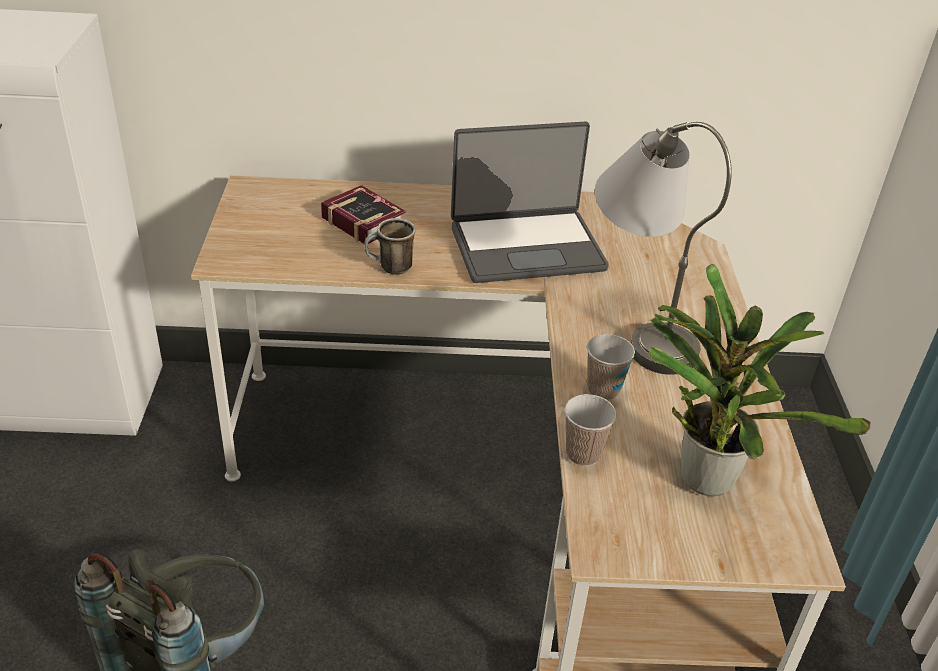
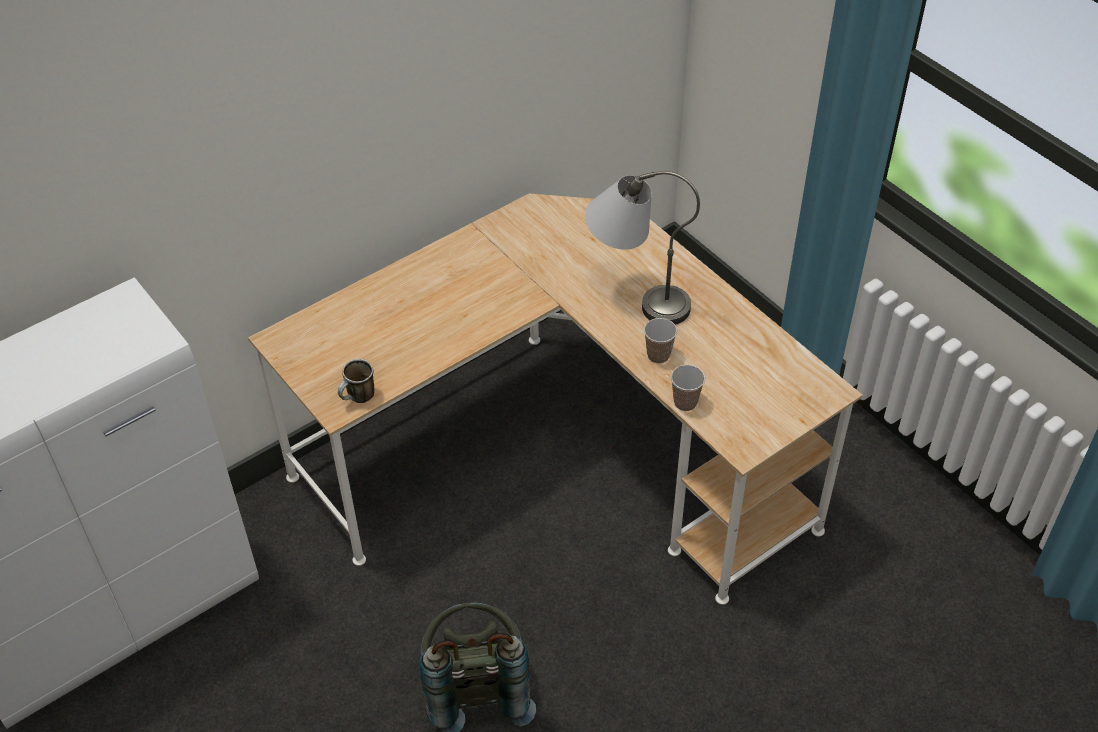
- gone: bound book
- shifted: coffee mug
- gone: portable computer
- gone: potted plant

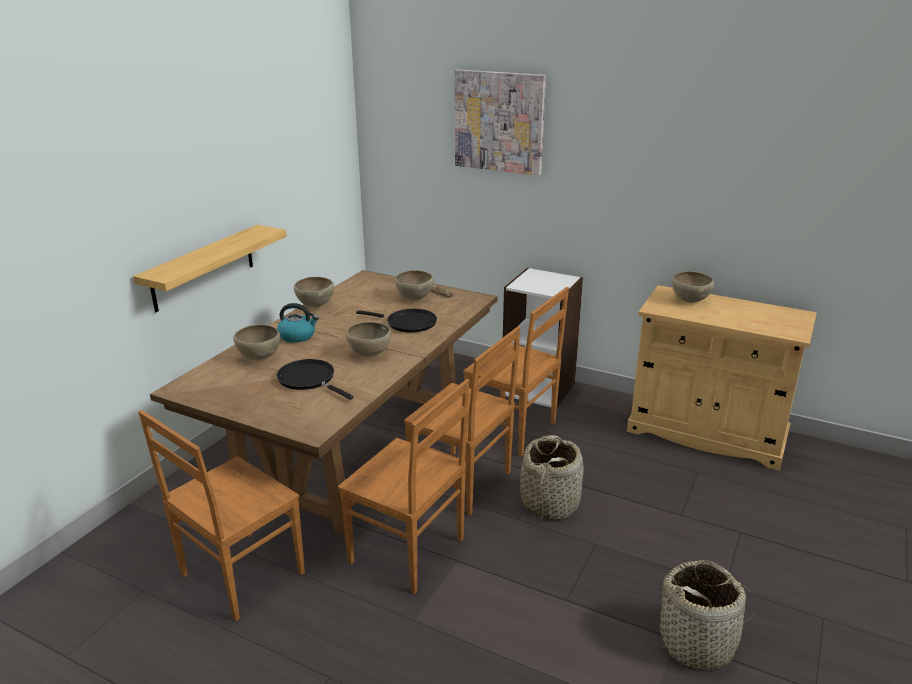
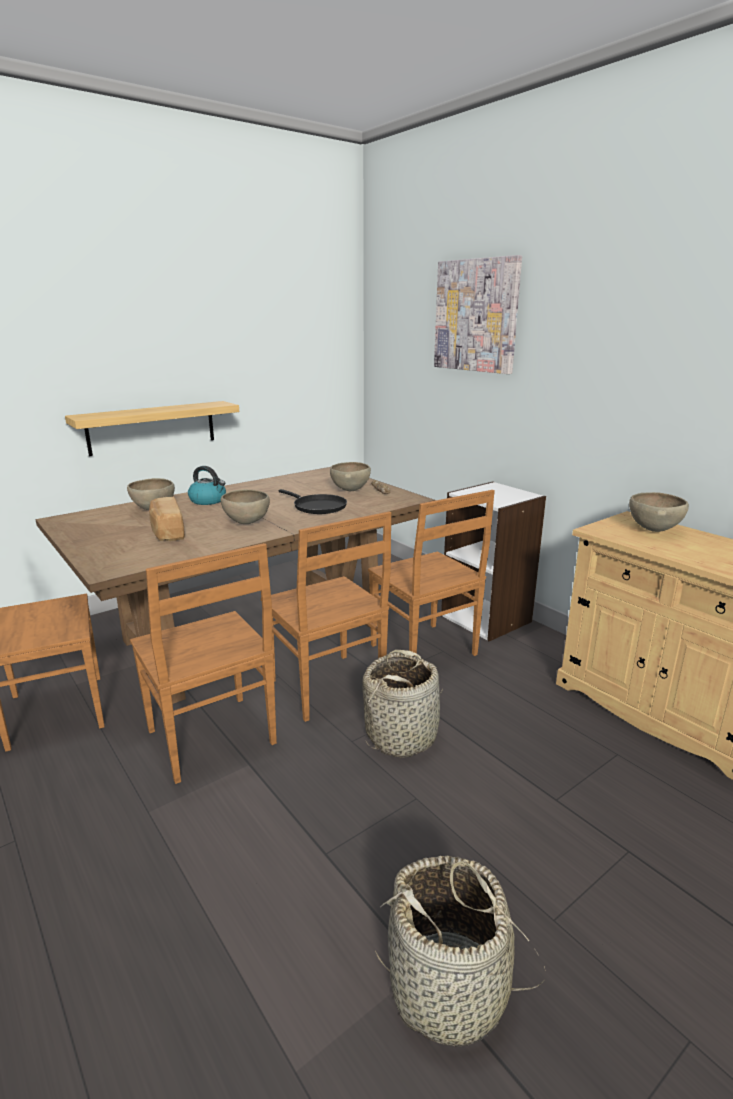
- swapped: skillet/blackish (no. 1 from left) to baked bread (no. 1 from left)
- gone: deep dish/brown-coloured (no. 2 from left)

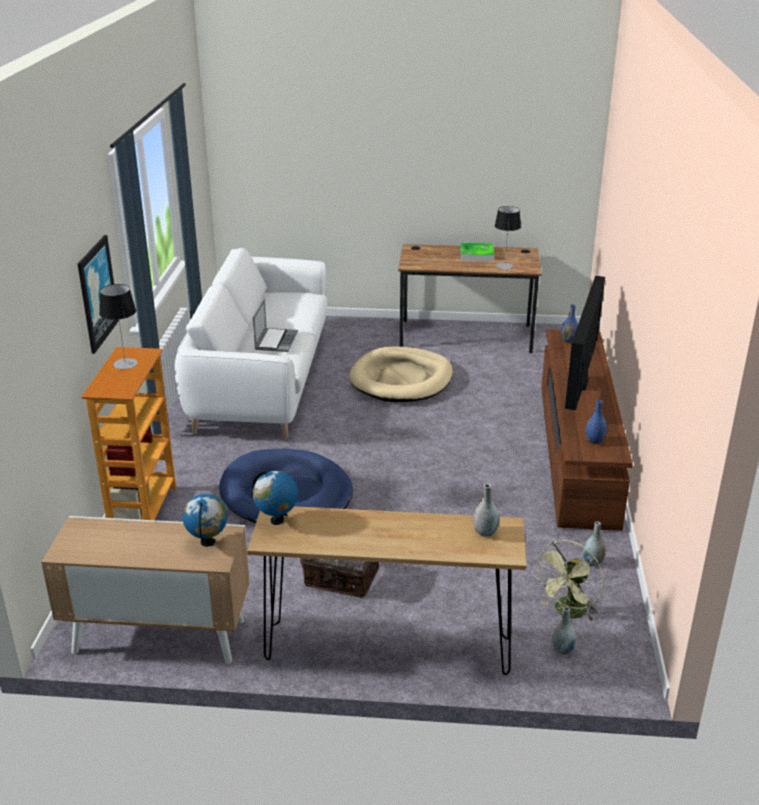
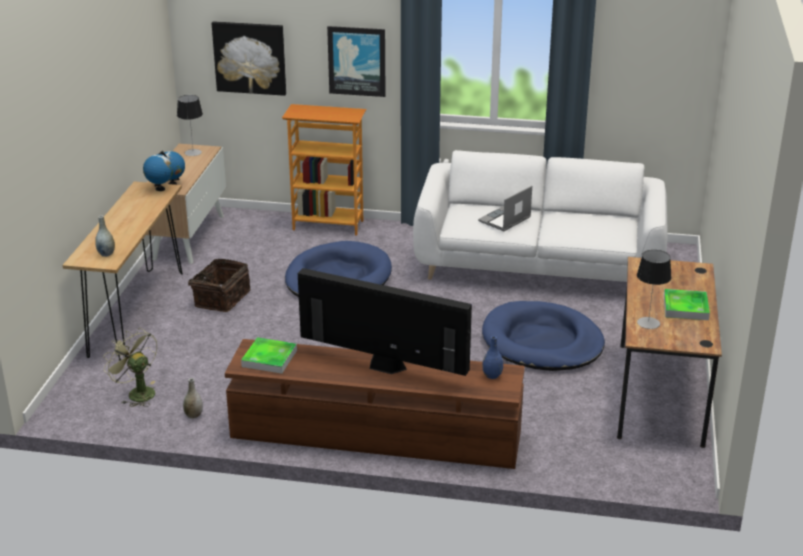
- shifted: lamp for a table (no. 1 from left)
- rotated: portable computer 120 degrees clockwise
- repainted: dog cushion/beige-coloured to dog cushion/blue-coloured (no. 2 from left)
- gone: flower vase/grey (no. 2 from left)
- swapped: flower vase/blue-coloured (no. 2 from left) to carrying tray (no. 1 from left)
- new: picture (no. 1 from left)

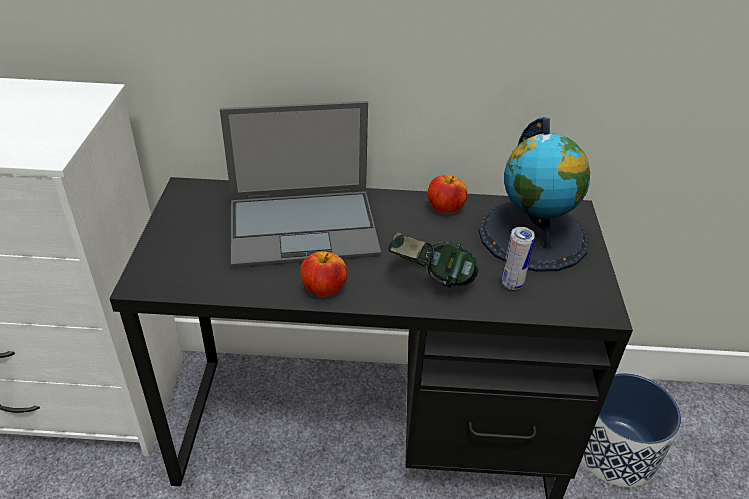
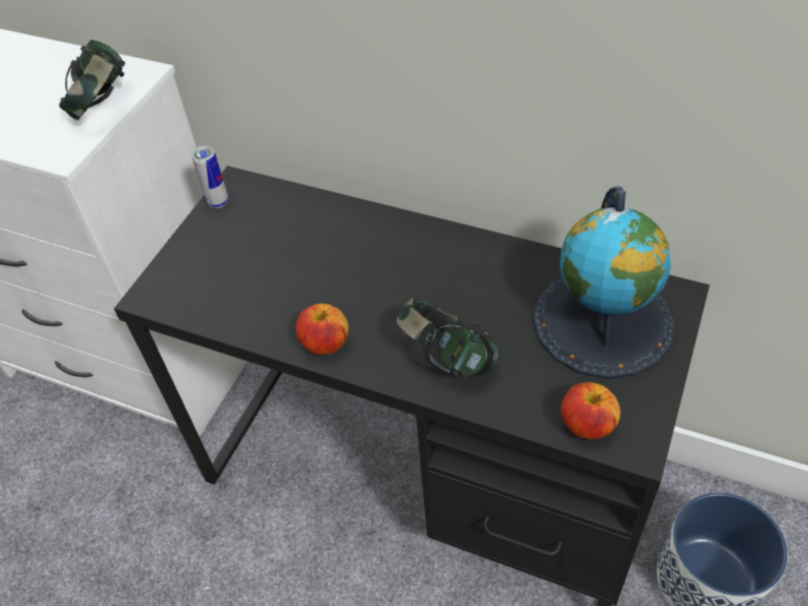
- gone: portable computer
- shifted: apple (no. 2 from left)
- shifted: sealed can
- new: headphones (no. 1 from left)

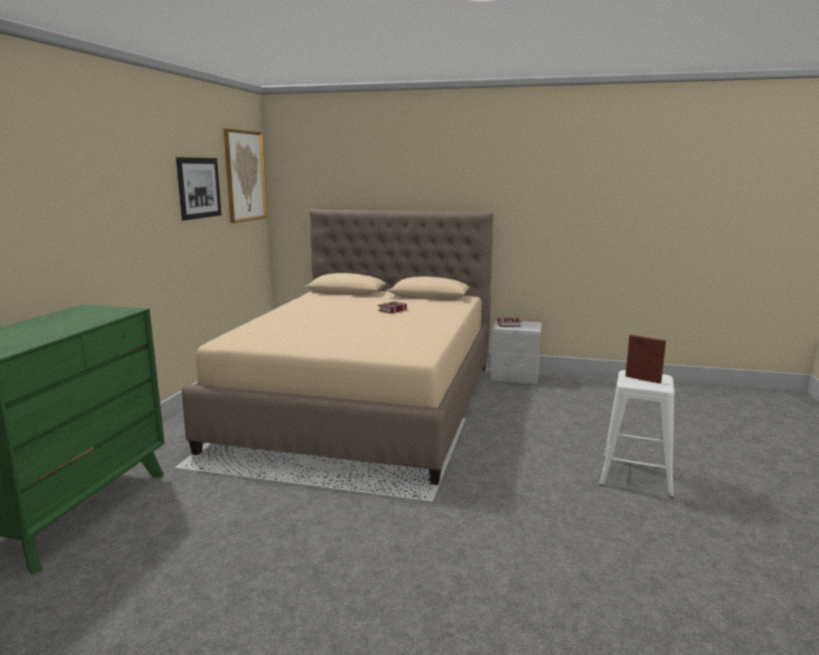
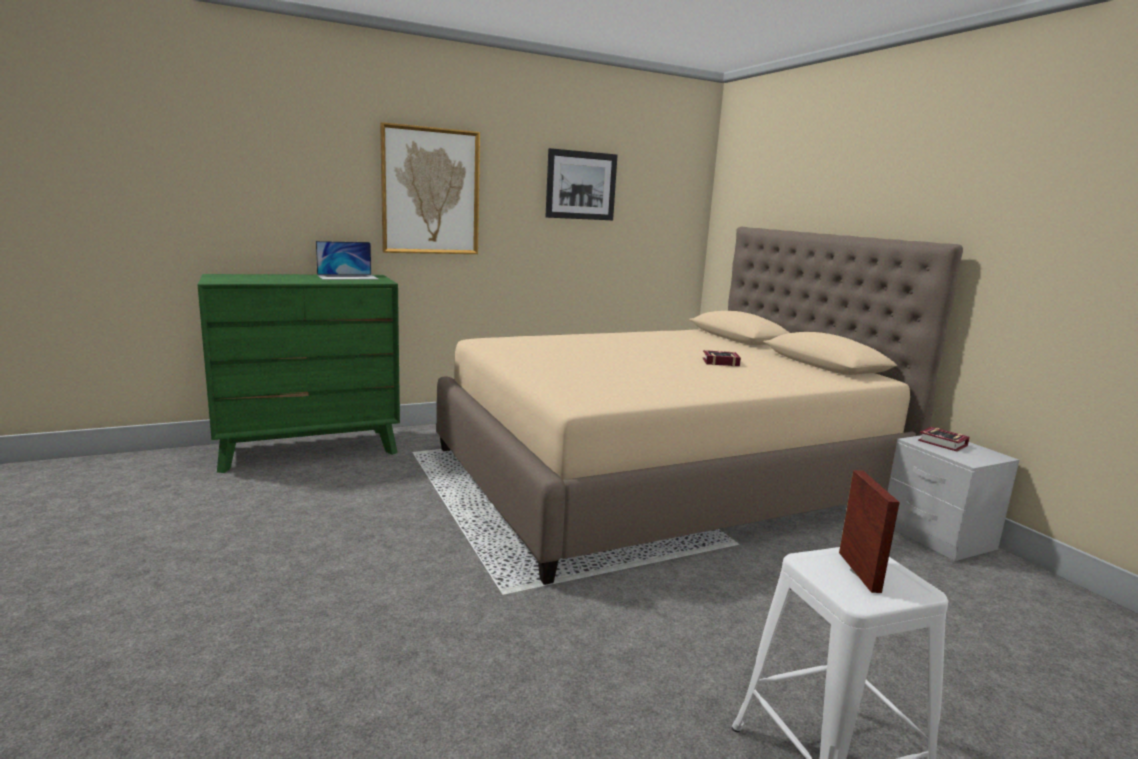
- shifted: picture (no. 2 from left in the first image) to picture (no. 1 from left)
- new: portable computer

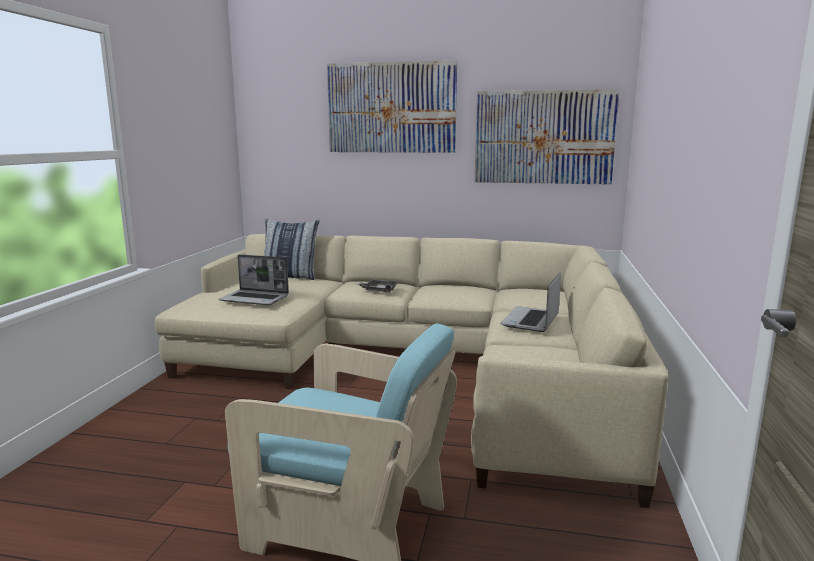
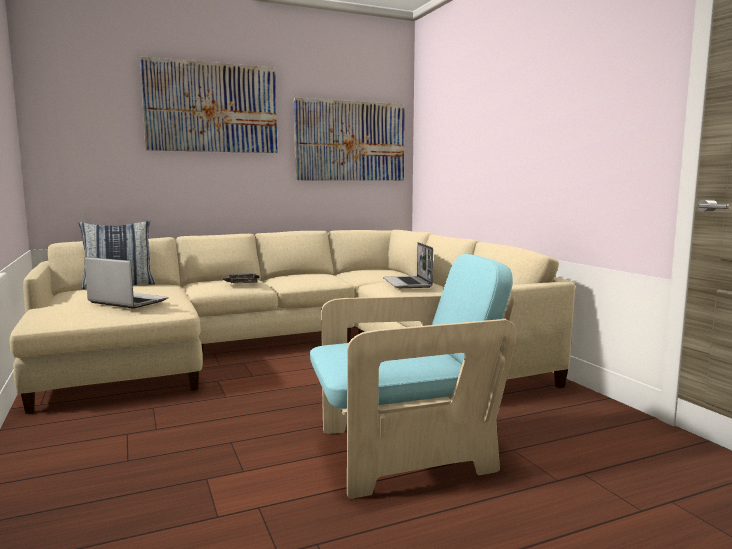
- rotated: portable computer (no. 1 from left) 135 degrees counterclockwise

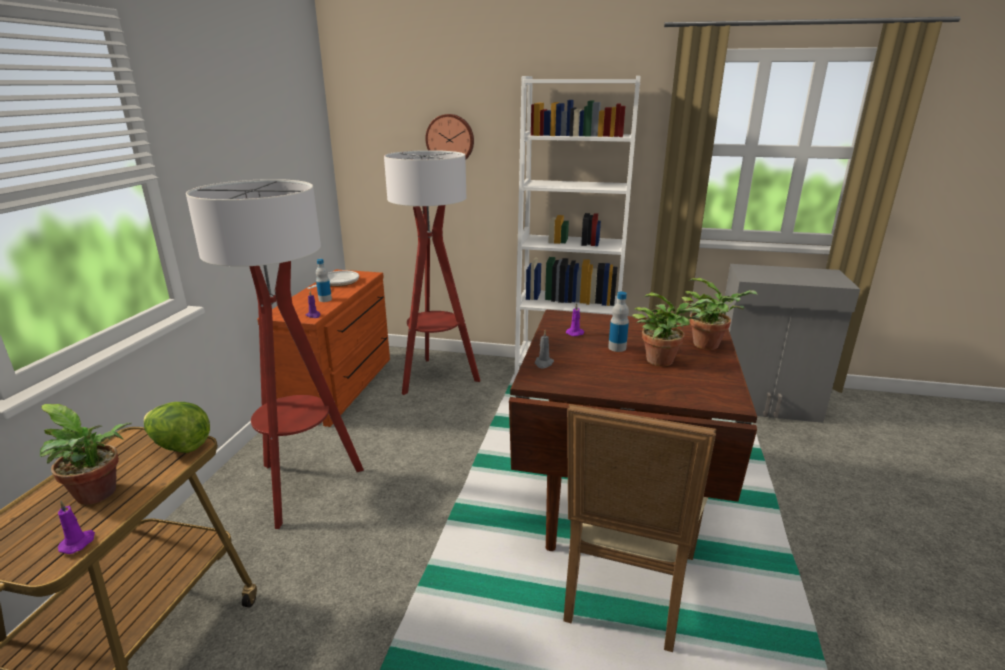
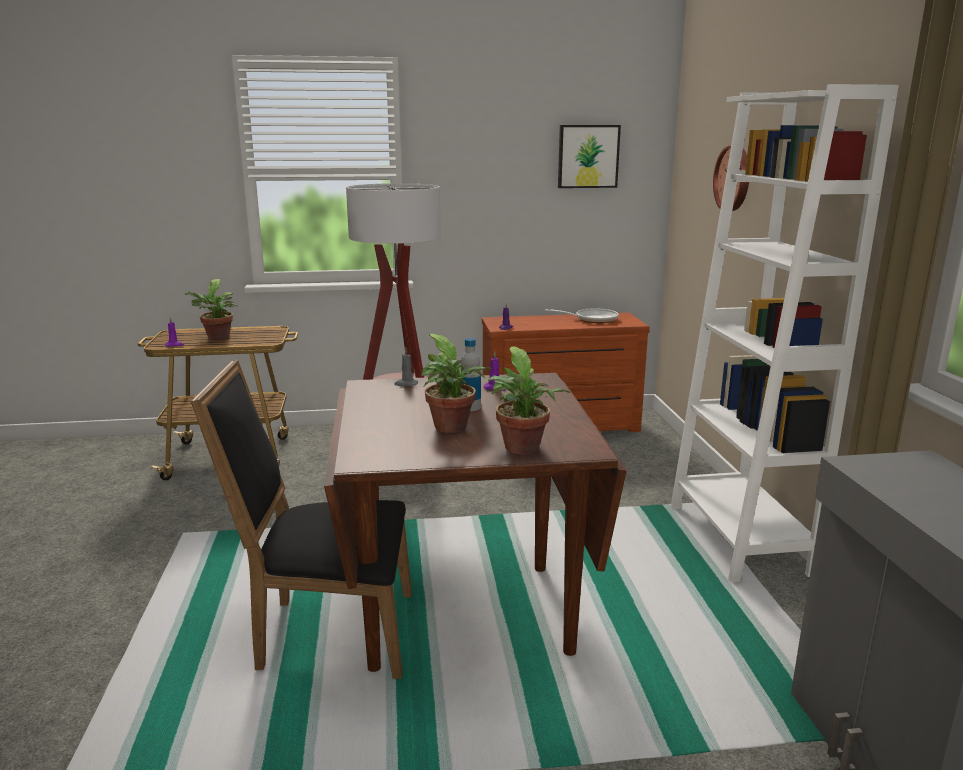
- gone: lettuce head
- gone: drink bottle (no. 1 from left)
- gone: floor lamp (no. 2 from left)
- repainted: upright chair/beige-coloured to upright chair/blackish
- new: picture

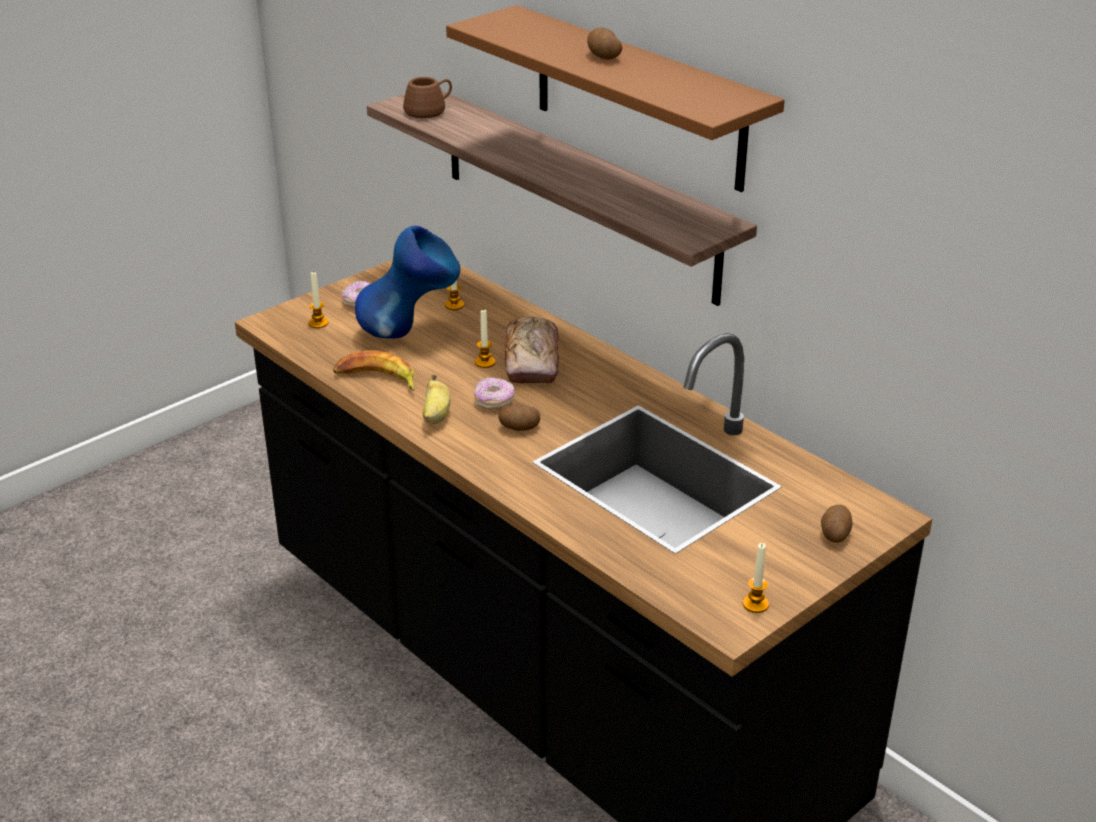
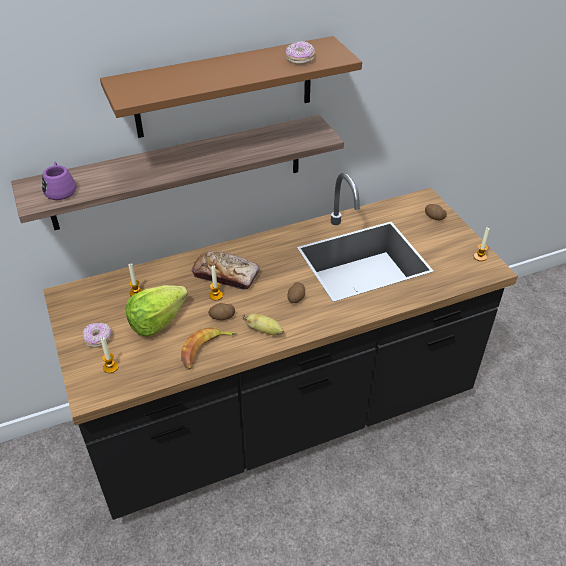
- swapped: flower vase/blue-coloured to lettuce head
- repainted: coffee mug/brown-coloured to coffee mug/purplish
- shifted: donut (no. 2 from left)
- shifted: whole potato (no. 2 from left in the first image) to whole potato (no. 1 from left)

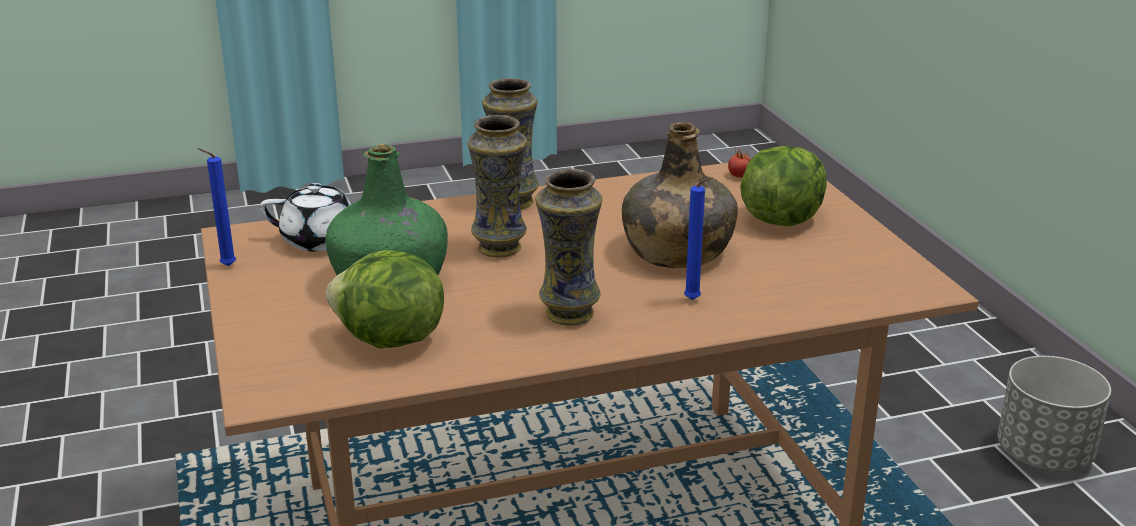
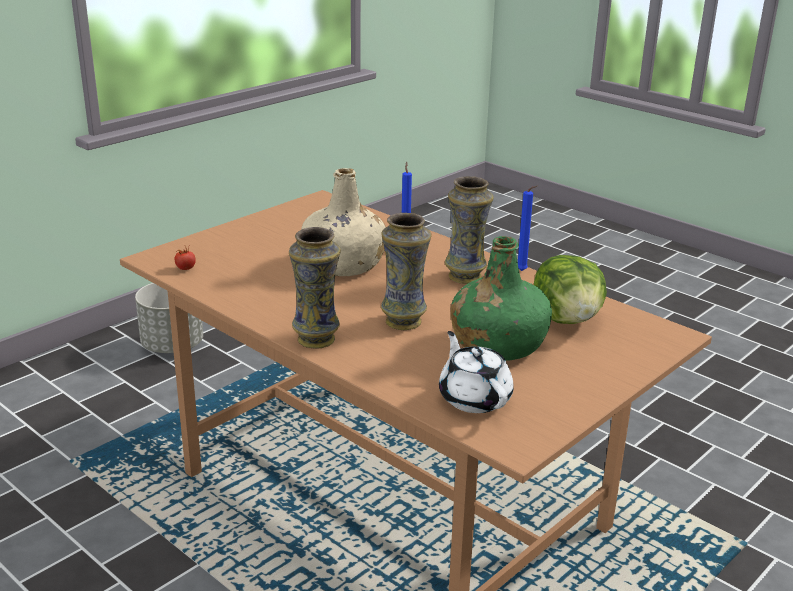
- shifted: candle/blue-coloured (no. 1 from left in the first image) to candle/blue-coloured (no. 2 from left)
- repainted: drink bottle/green (no. 2 from left) to drink bottle/beige-coloured
- gone: lettuce head (no. 2 from left)

